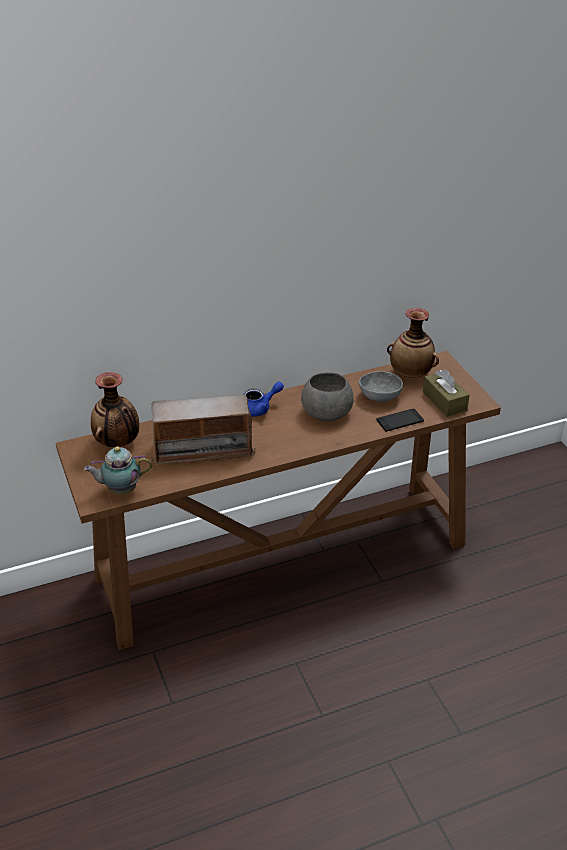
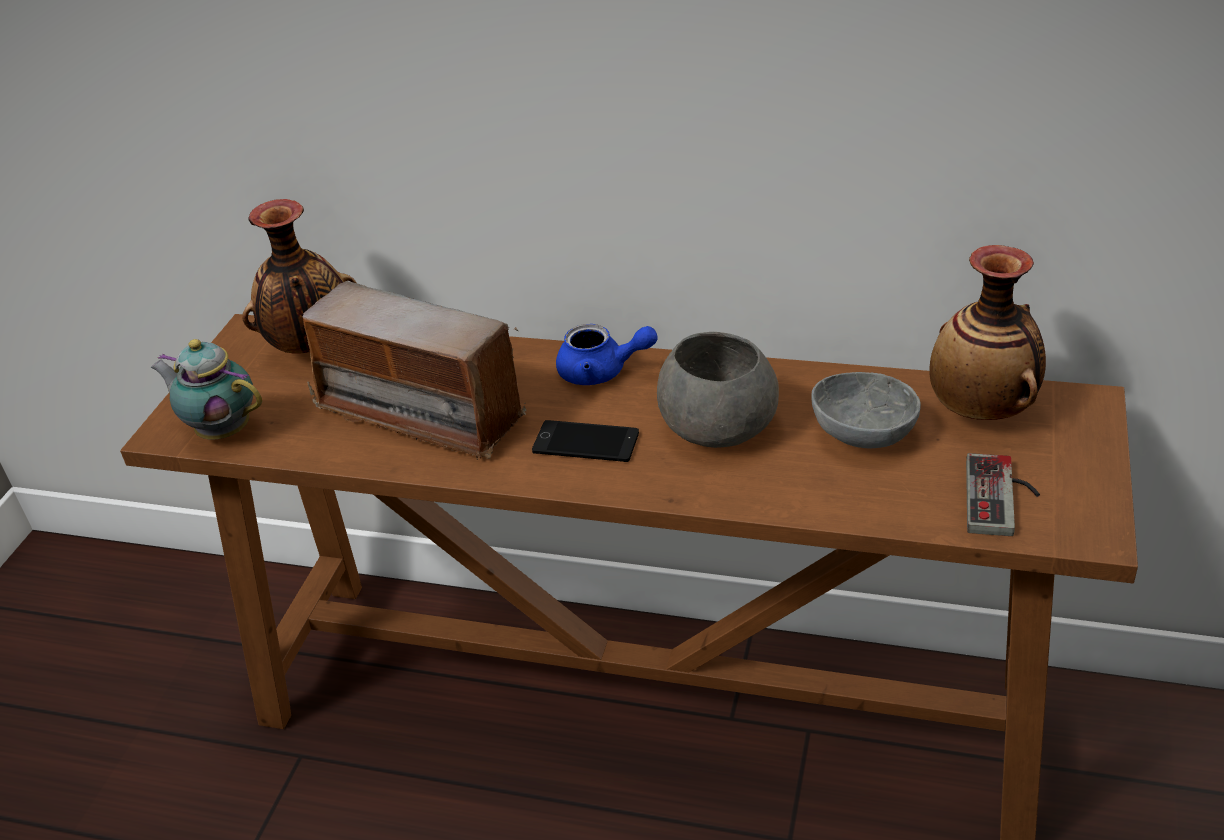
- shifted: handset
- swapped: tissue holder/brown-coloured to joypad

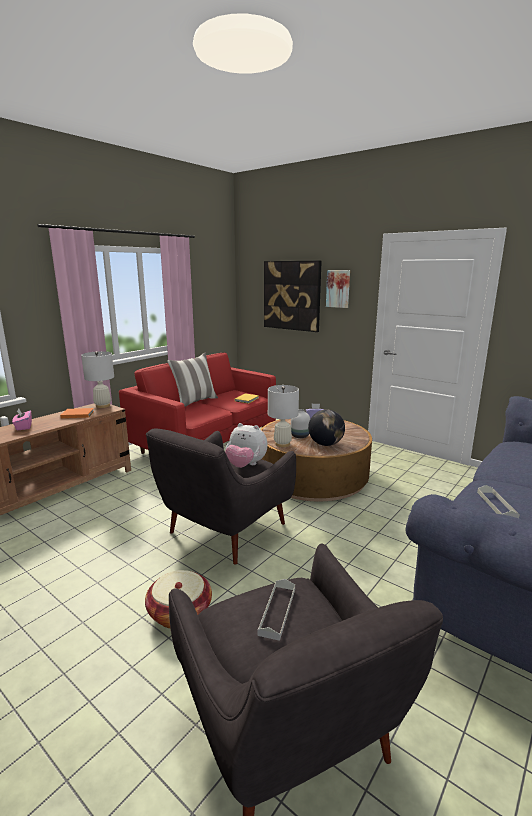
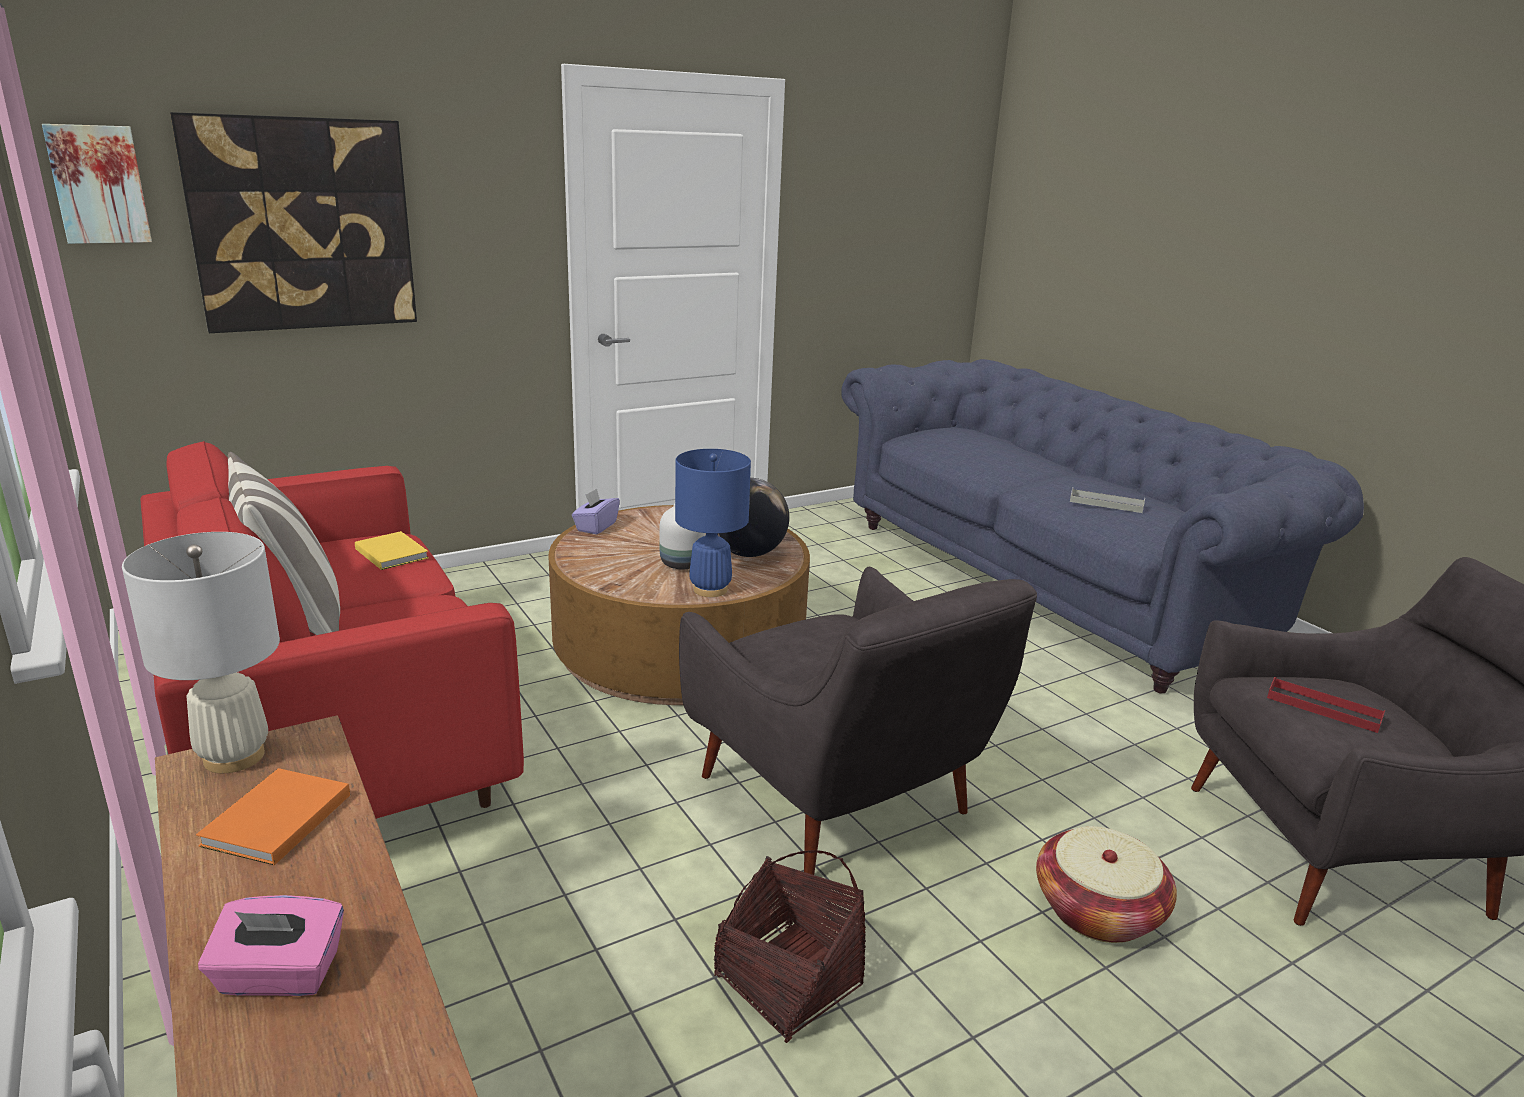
- gone: plush toy
- repainted: carrying tray/grey (no. 1 from left) to carrying tray/red-coloured
- repainted: lamp for a table/whitish (no. 2 from left) to lamp for a table/blue-coloured
- shifted: picture (no. 2 from left in the first image) to picture (no. 1 from left)
- new: household basket (no. 1 from left)

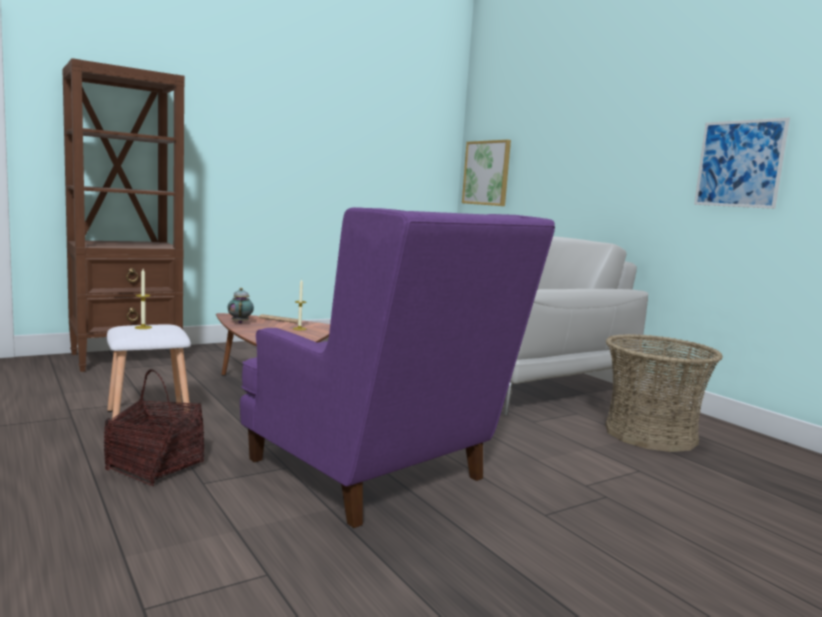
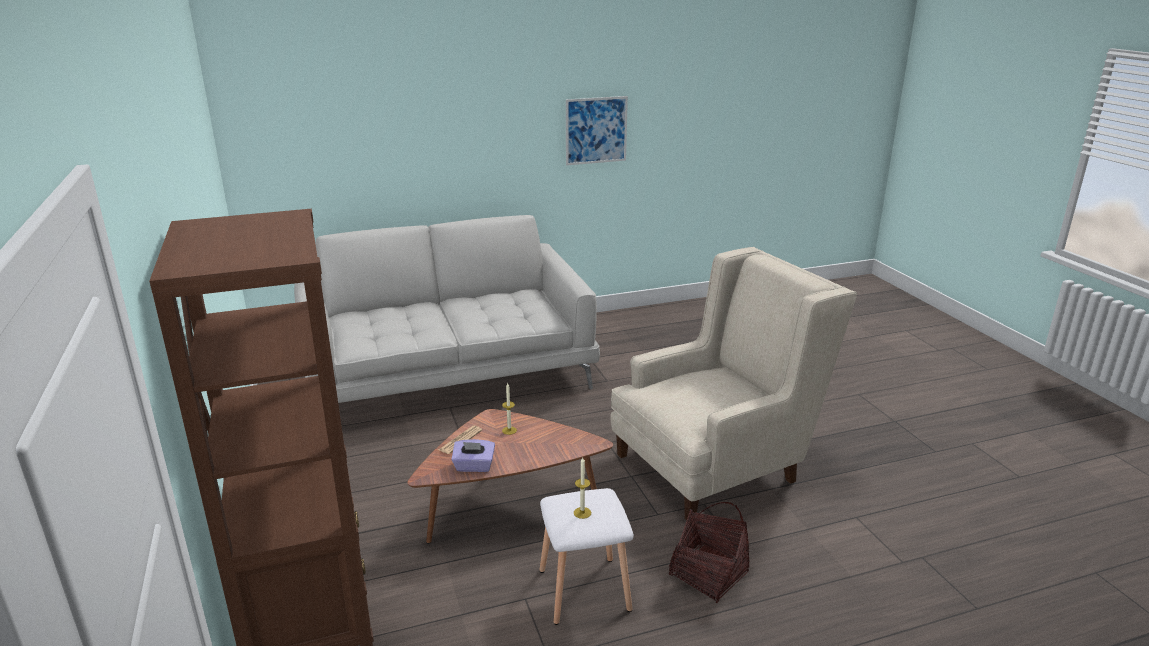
- swapped: teapot to tissue holder/purplish
- repainted: easy chair/purplish to easy chair/beige-coloured
- gone: picture (no. 1 from left)
- gone: household basket (no. 2 from left)

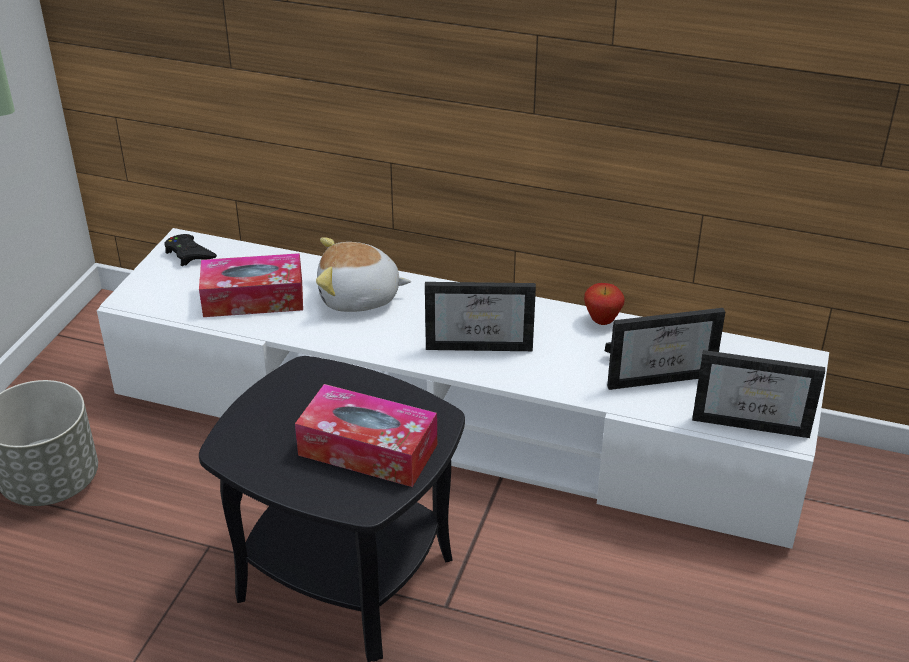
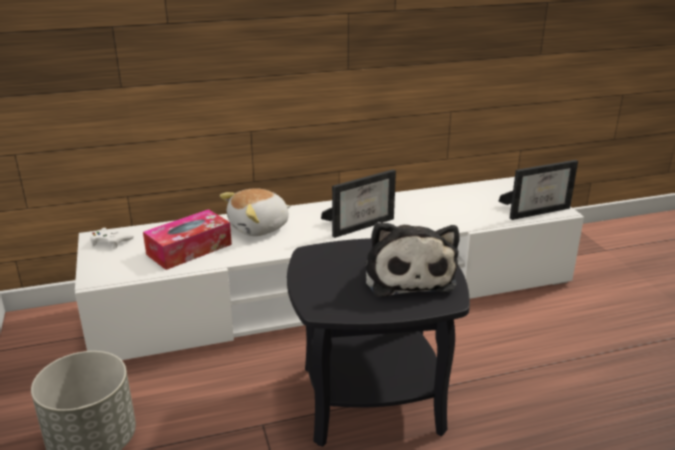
- repainted: joypad/blackish to joypad/whitish
- swapped: tissue holder (no. 2 from left) to plush toy (no. 2 from left)
- gone: apple
- gone: photo frame (no. 2 from left)

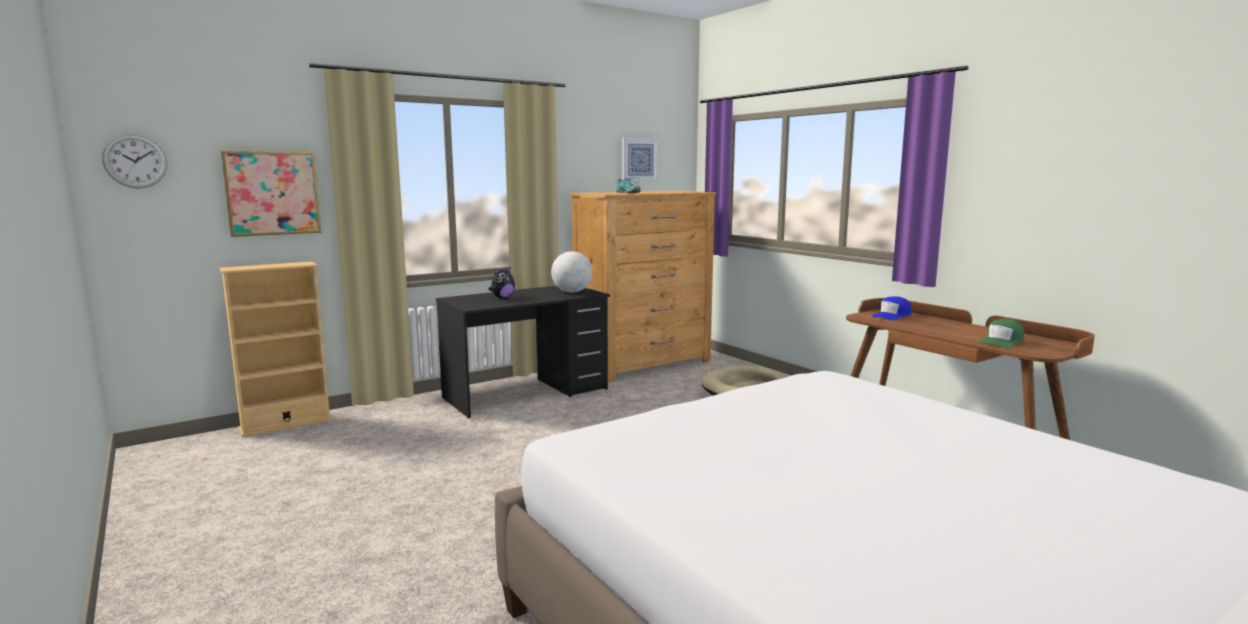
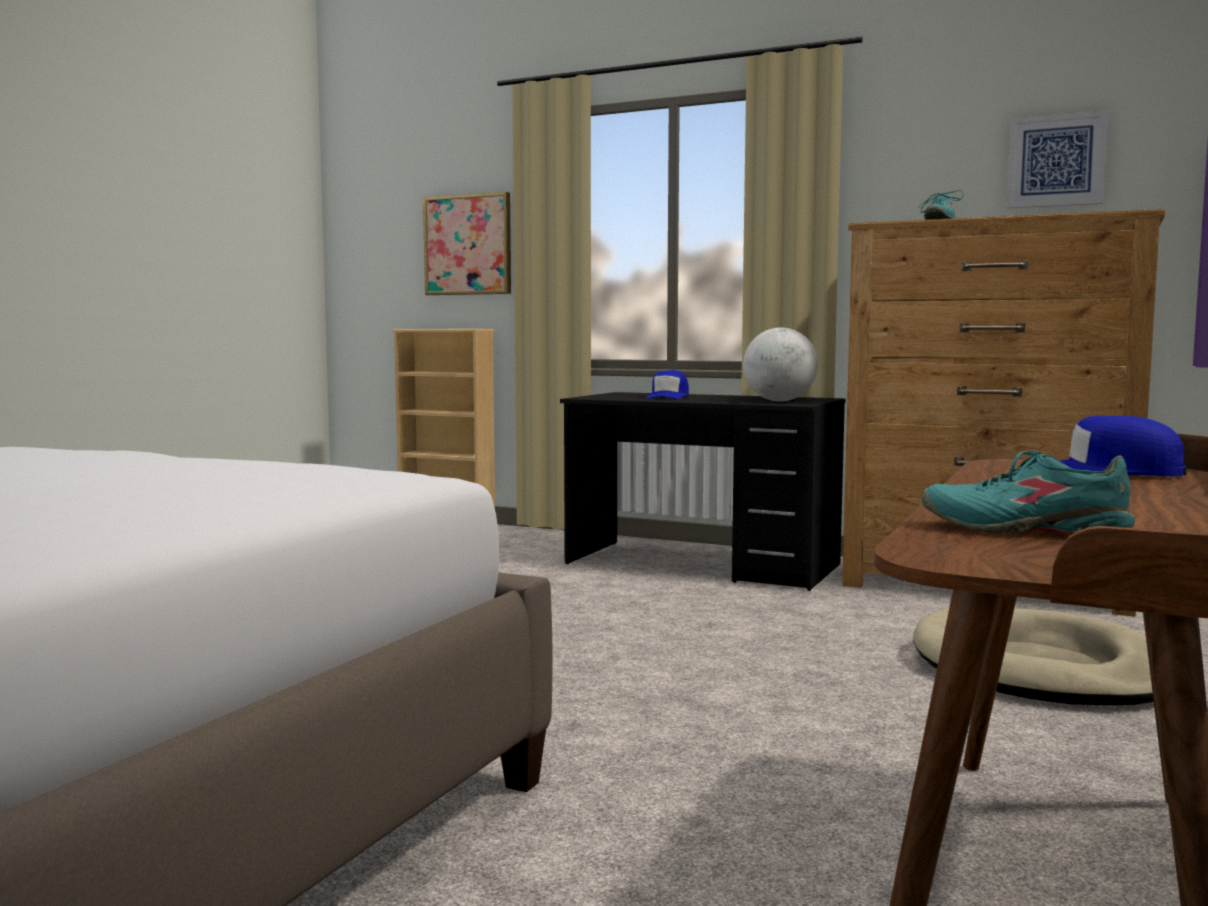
- gone: wall clock
- swapped: plush toy to cap/blue-coloured (no. 1 from left)
- swapped: cap/green to shoe/turquoise-coloured (no. 2 from left)

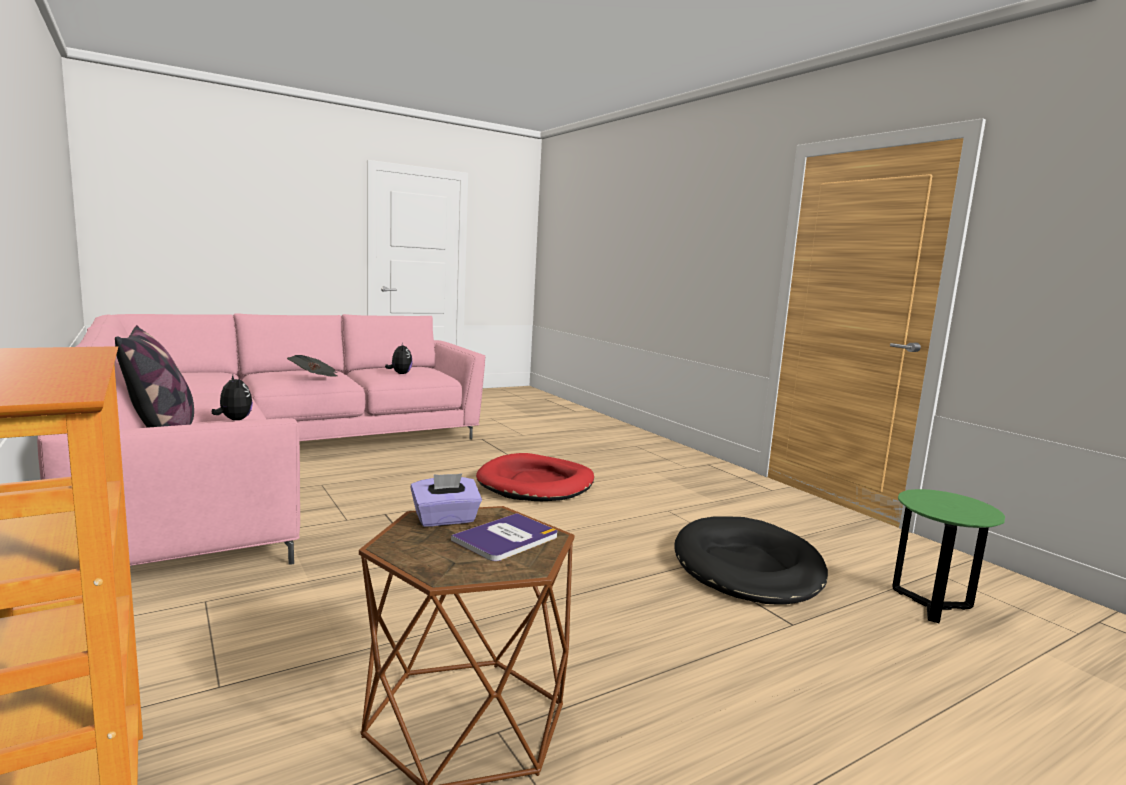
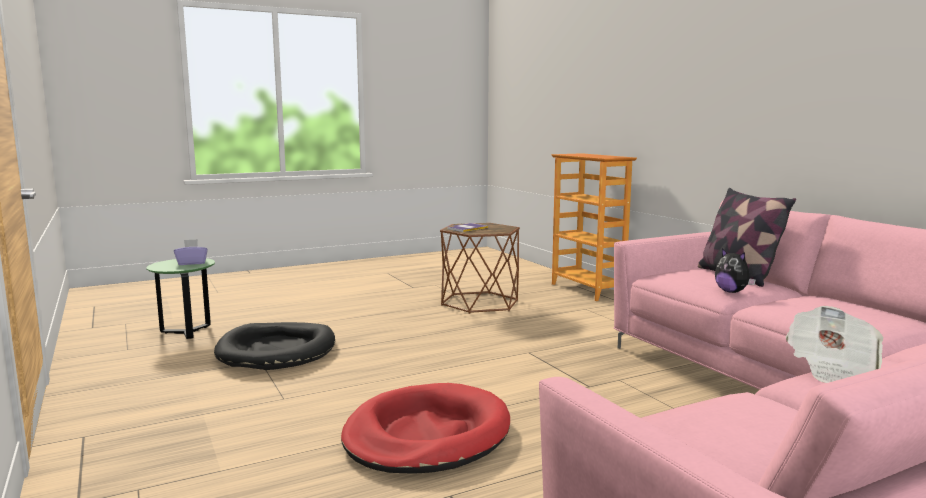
- gone: plush toy (no. 2 from left)
- shifted: tissue holder/purplish

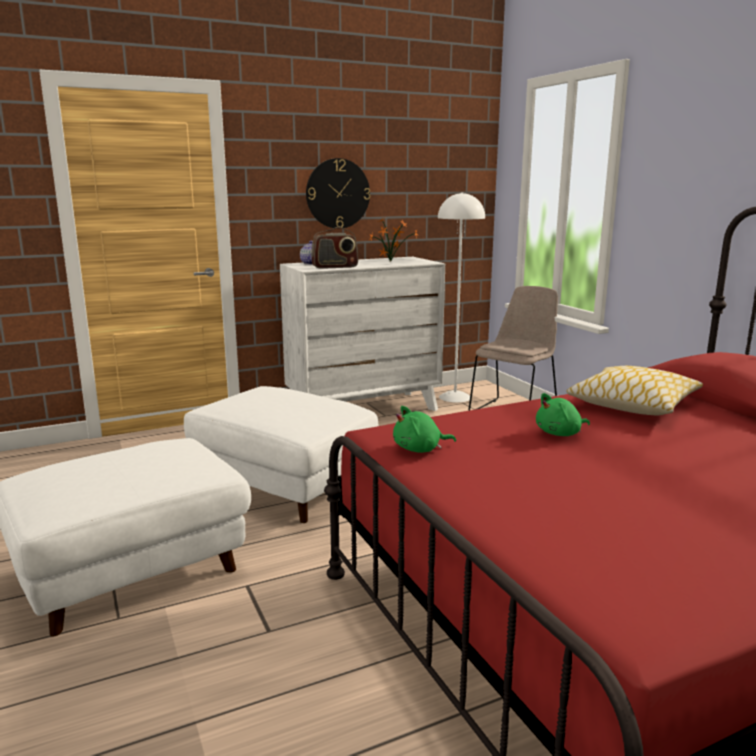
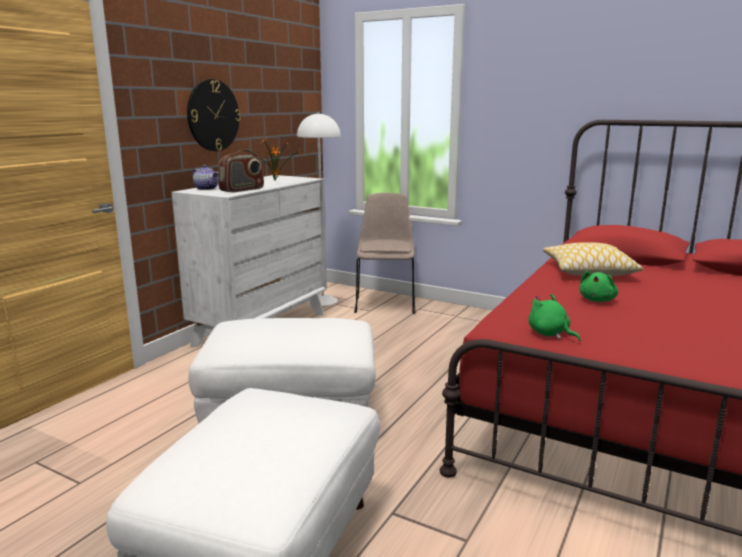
- rotated: plush toy/green (no. 1 from left) 105 degrees clockwise

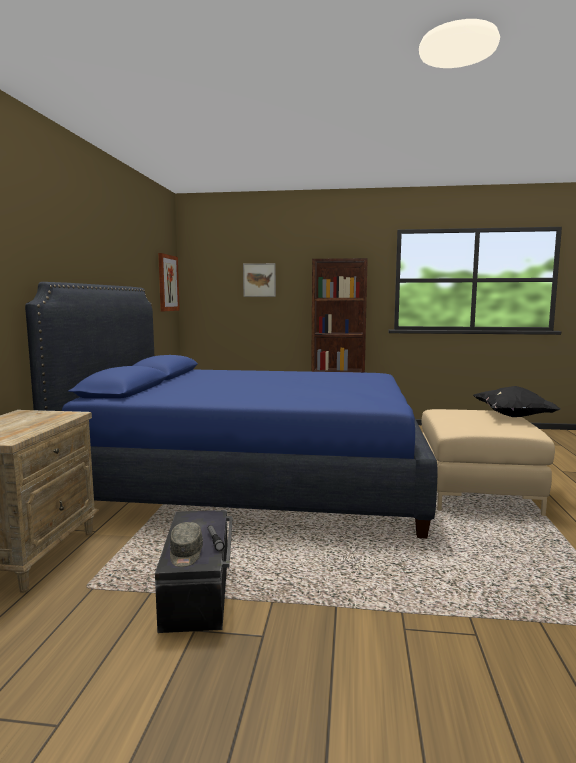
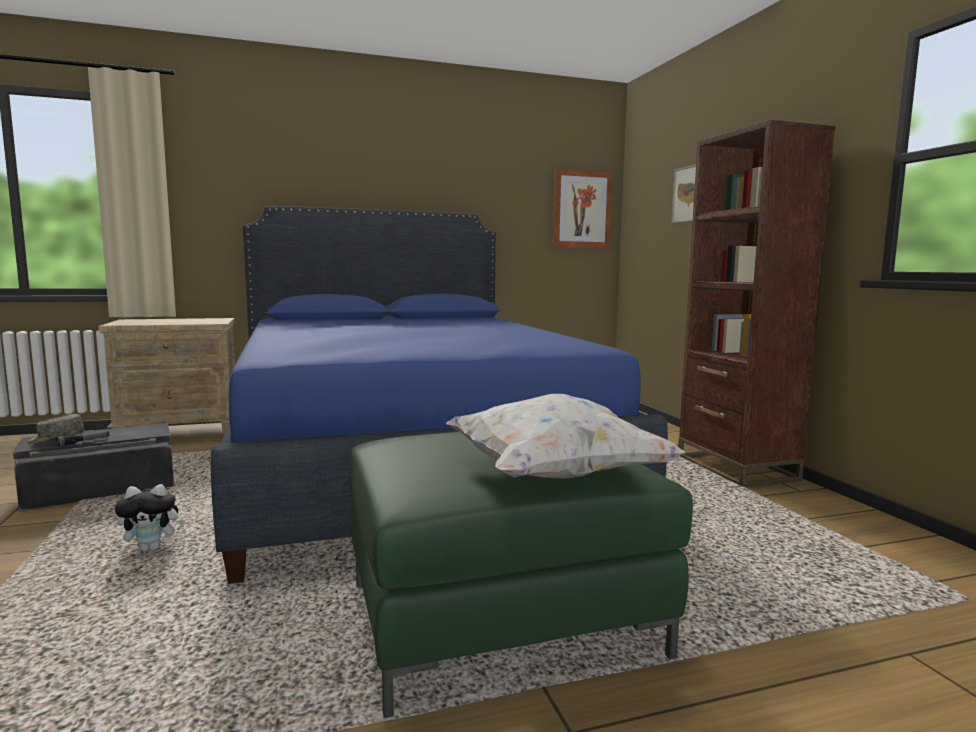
- repainted: footrest/beige-coloured to footrest/green
- repainted: cushion/blackish to cushion/whitish
- new: plush toy

